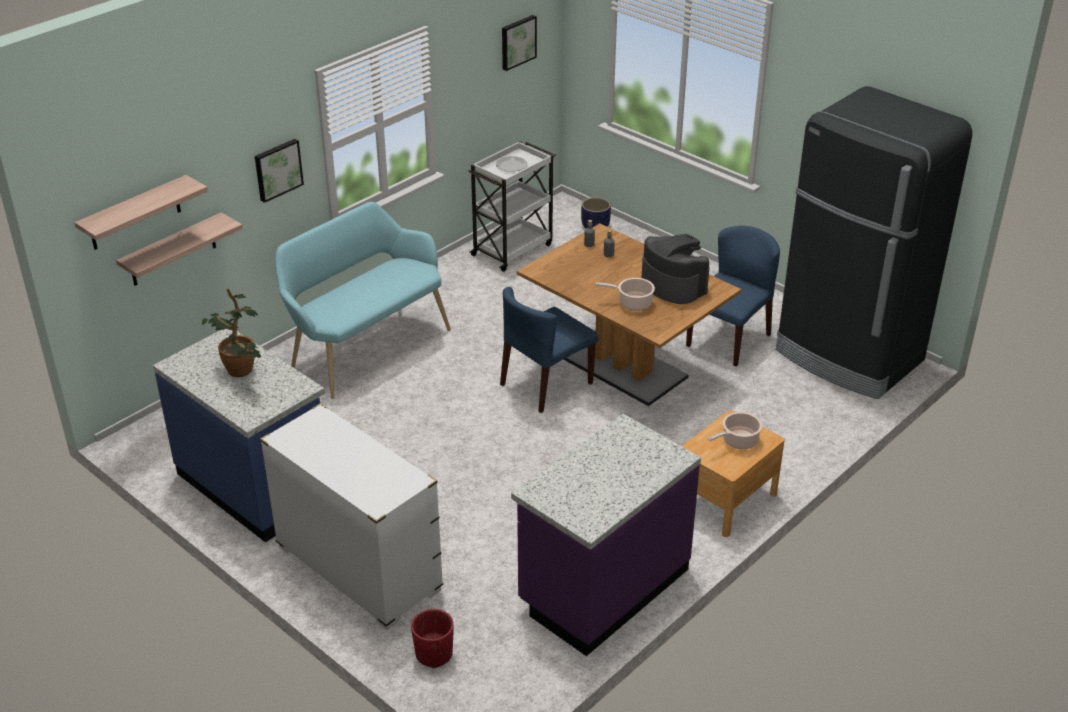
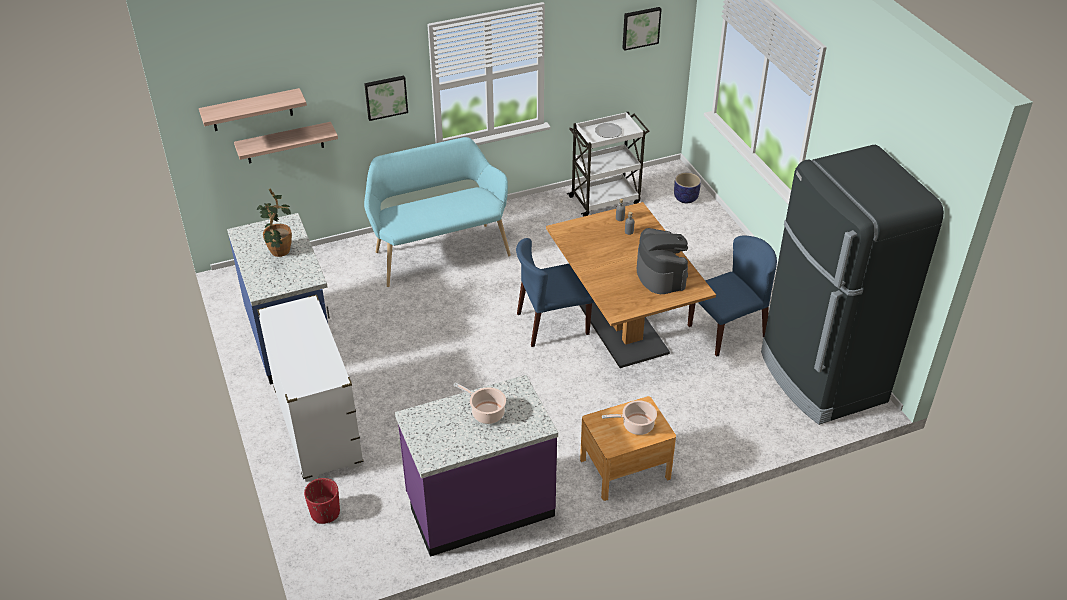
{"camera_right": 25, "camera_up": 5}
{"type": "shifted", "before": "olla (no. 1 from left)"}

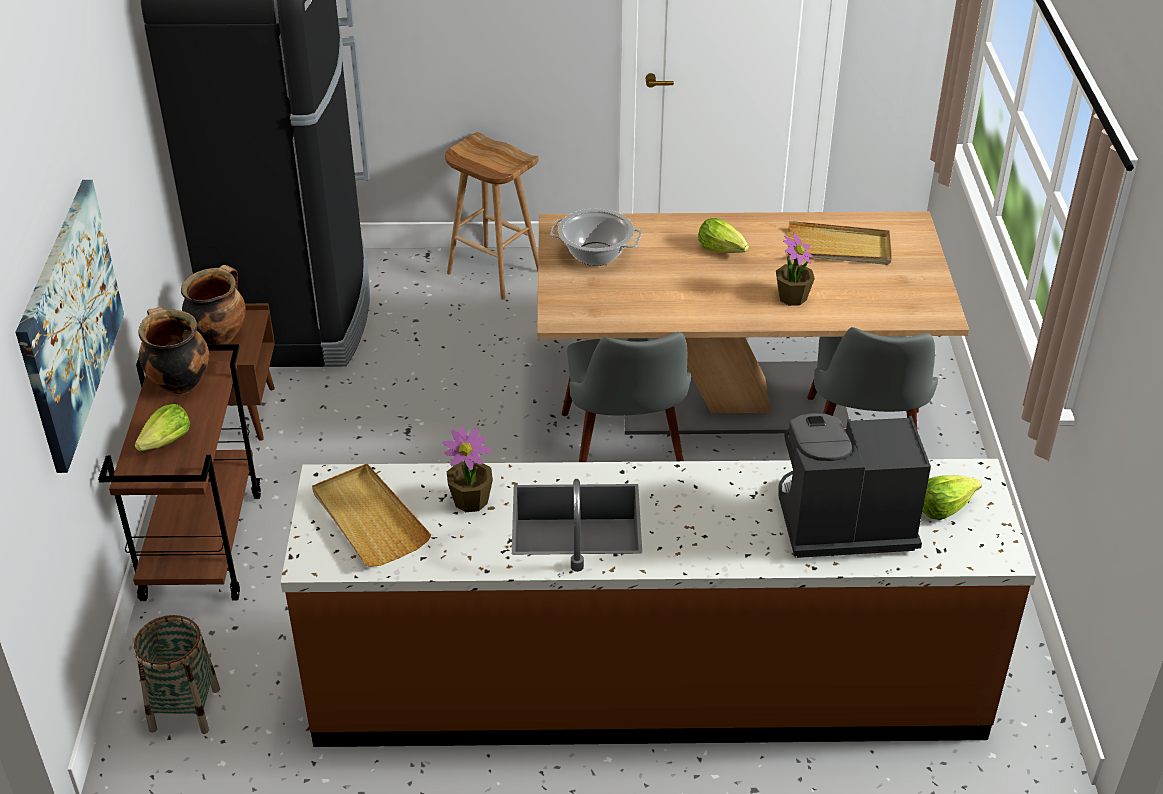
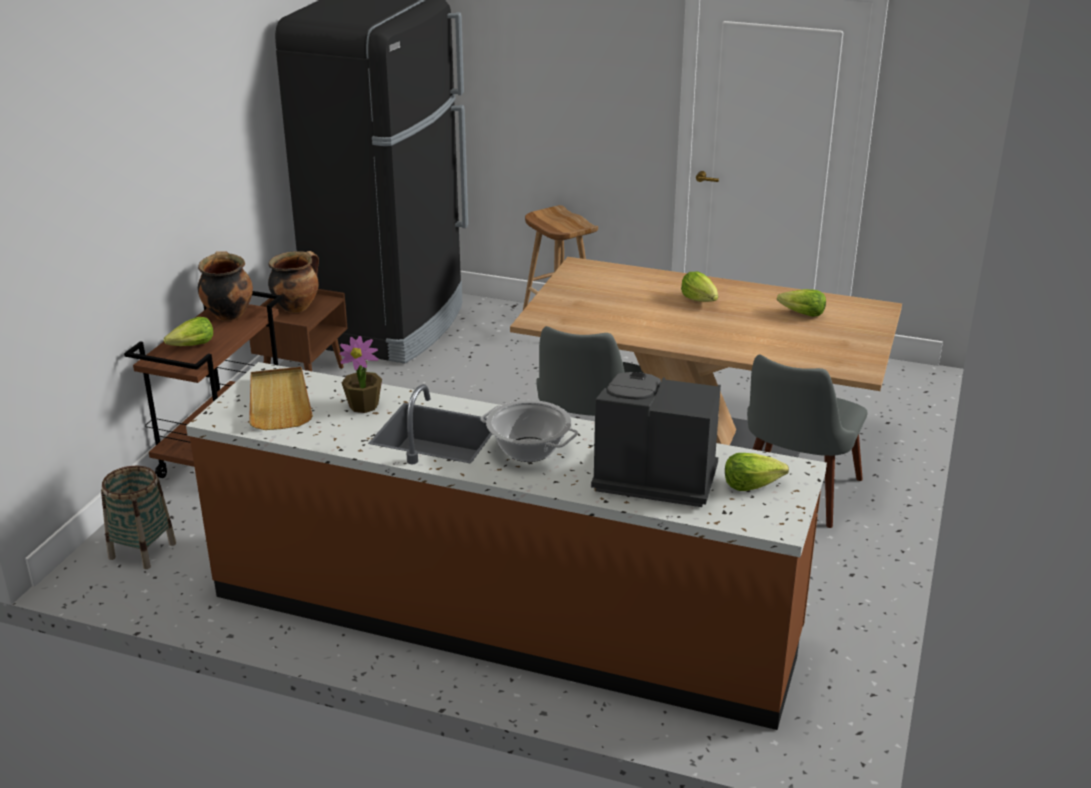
{"camera_right": 20, "camera_up": -10}
{"type": "shifted", "before": "olla (no. 3 from left)"}
{"type": "swapped", "before": "bandeja/beis (no. 2 from left)", "after": "lechuga (no. 4 from left)"}
{"type": "gone", "before": "cuadro"}
{"type": "gone", "before": "planta en maceta (no. 2 from left)"}

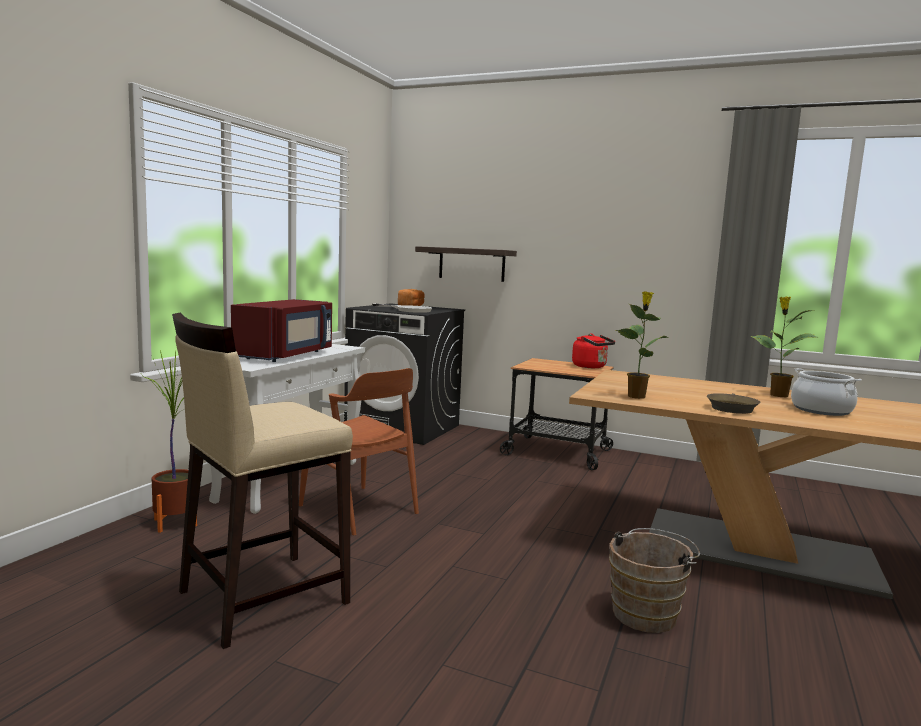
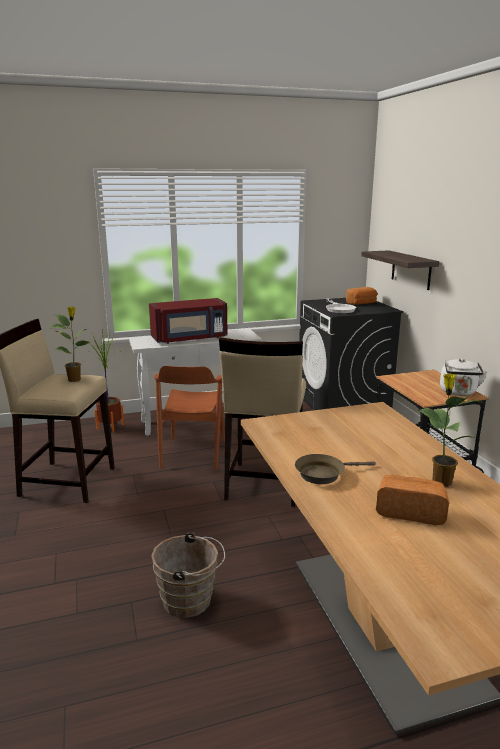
{"camera_right": 50, "camera_up": 10}
{"type": "shifted", "before": "planta en maceta (no. 2 from left in the first image)", "after": "planta en maceta (no. 1 from left)"}
{"type": "new", "after": "taburete/beis (no. 2 from left)"}
{"type": "swapped", "before": "olla", "after": "pan (no. 2 from left)"}
{"type": "repainted", "before": "hervidor/rojo", "after": "hervidor/blanco"}

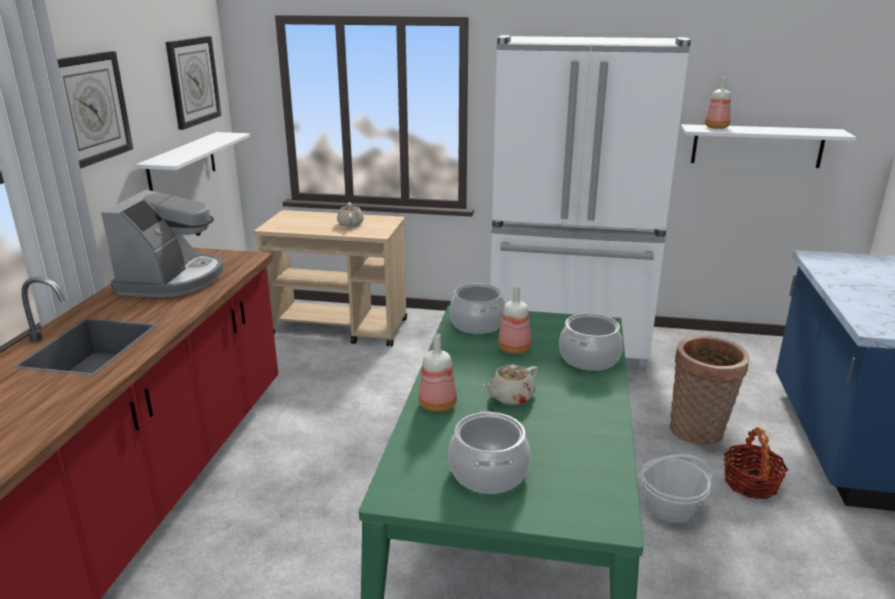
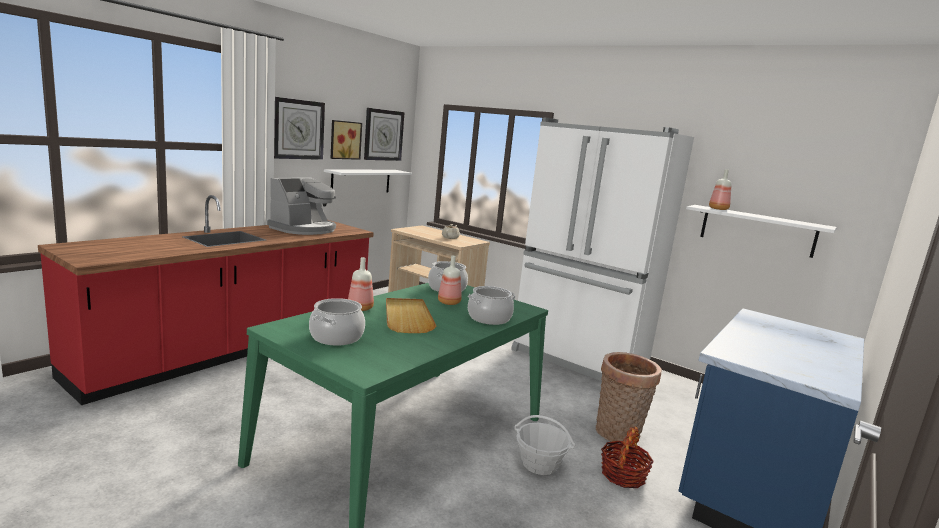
{"camera_right": 25, "camera_up": -10}
{"type": "new", "after": "cuadro"}
{"type": "swapped", "before": "tetera/beis (no. 2 from left)", "after": "bandeja/beis"}

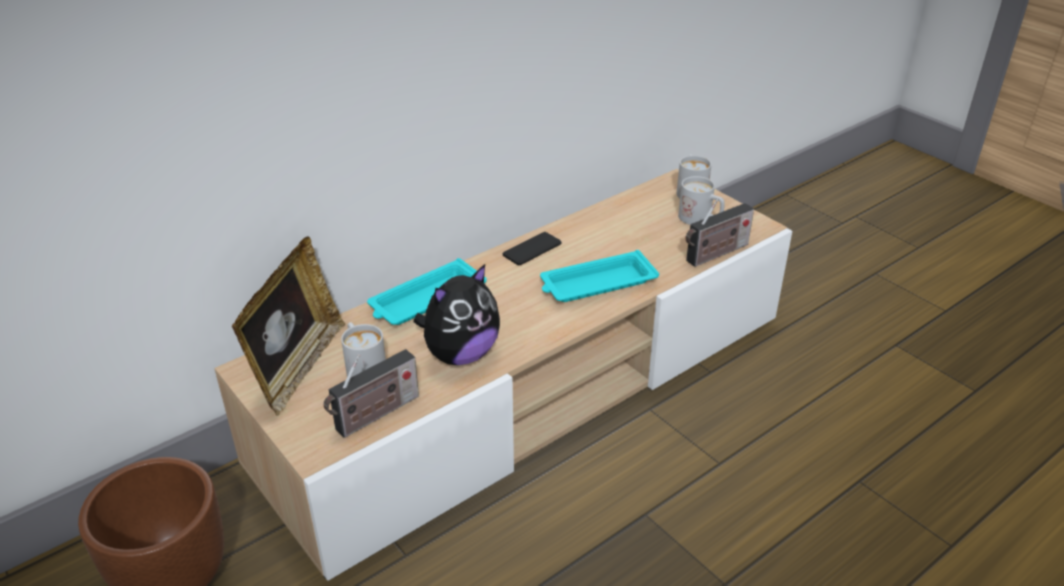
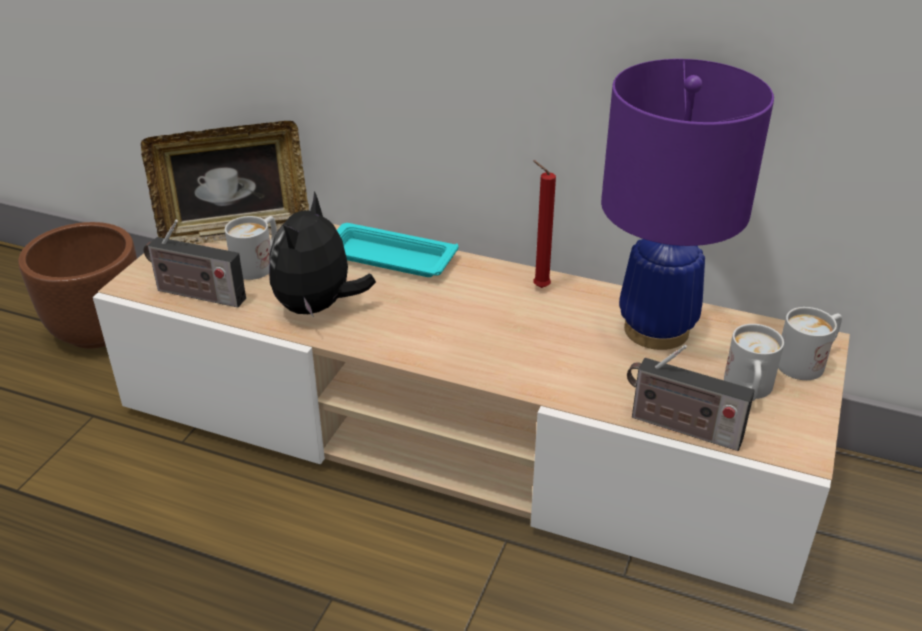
{"camera_right": 60, "camera_up": 0}
{"type": "rotated", "before": "peluche", "turn": 90}
{"type": "swapped", "before": "móvil", "after": "vela/rojo"}
{"type": "new", "after": "lámpara de mesa/morado"}
{"type": "gone", "before": "bandeja/turquesa (no. 2 from left)"}

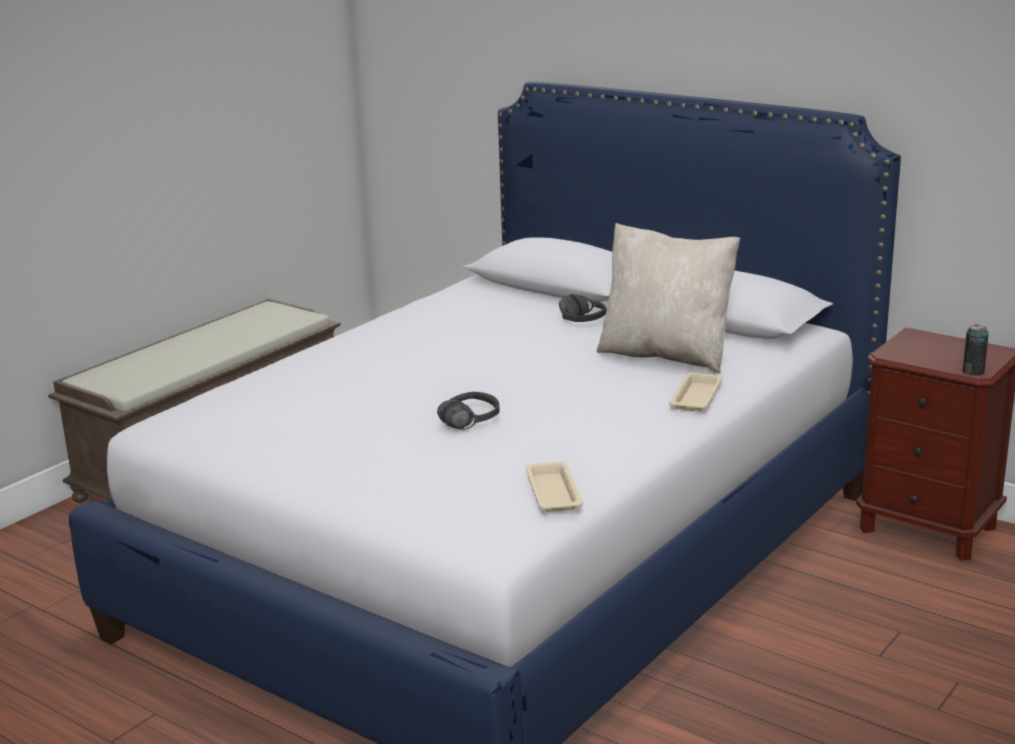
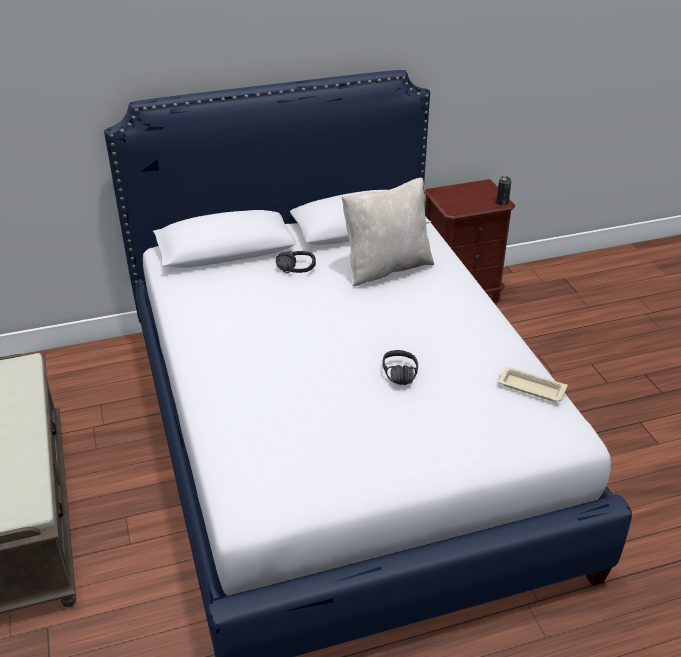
{"camera_right": -55, "camera_up": 15}
{"type": "gone", "before": "bandeja/beis (no. 2 from left)"}

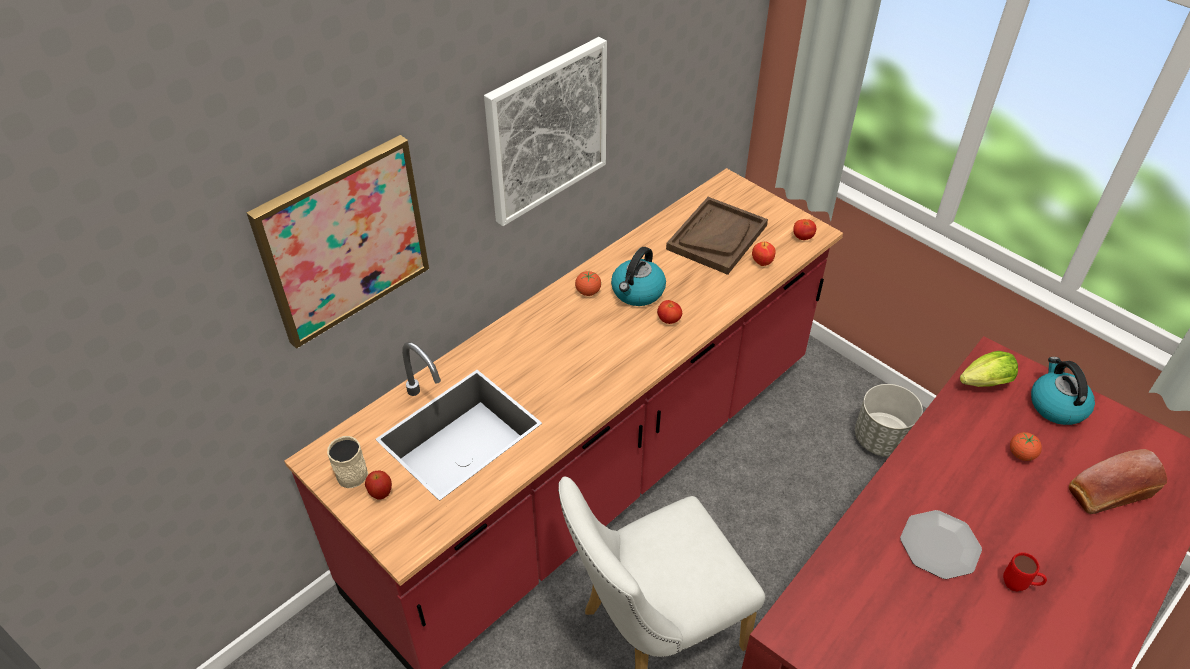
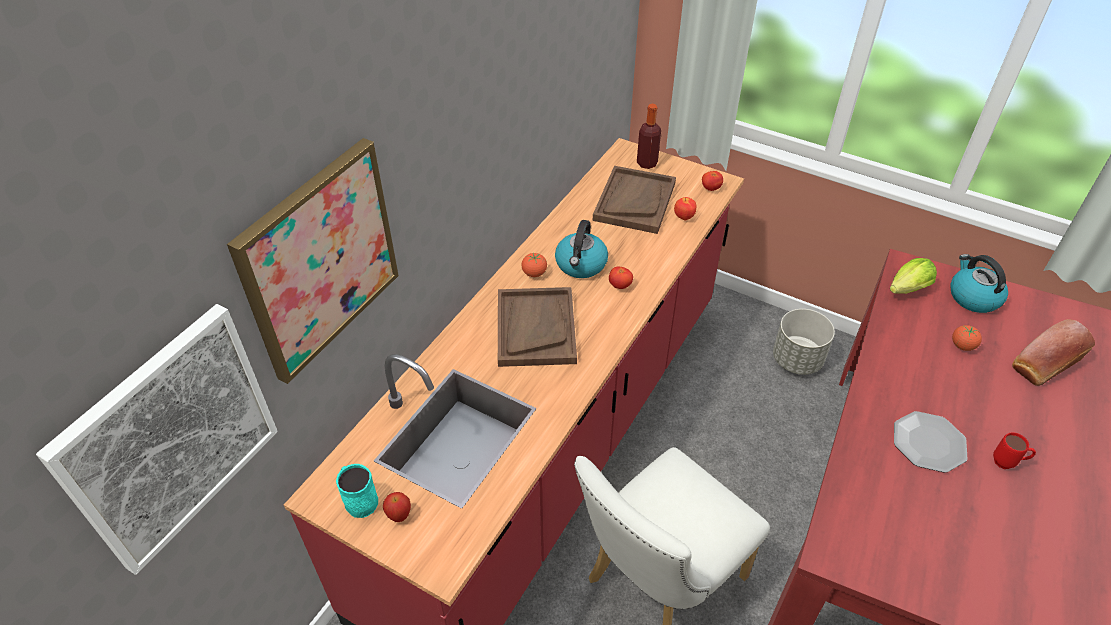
{"camera_right": -15, "camera_up": 0}
{"type": "shifted", "before": "cuadro (no. 2 from left in the first image)", "after": "cuadro (no. 1 from left)"}
{"type": "repainted", "before": "taza grande/beis", "after": "taza grande/turquesa"}
{"type": "new", "after": "bandeja/marrón (no. 1 from left)"}
{"type": "new", "after": "botella"}

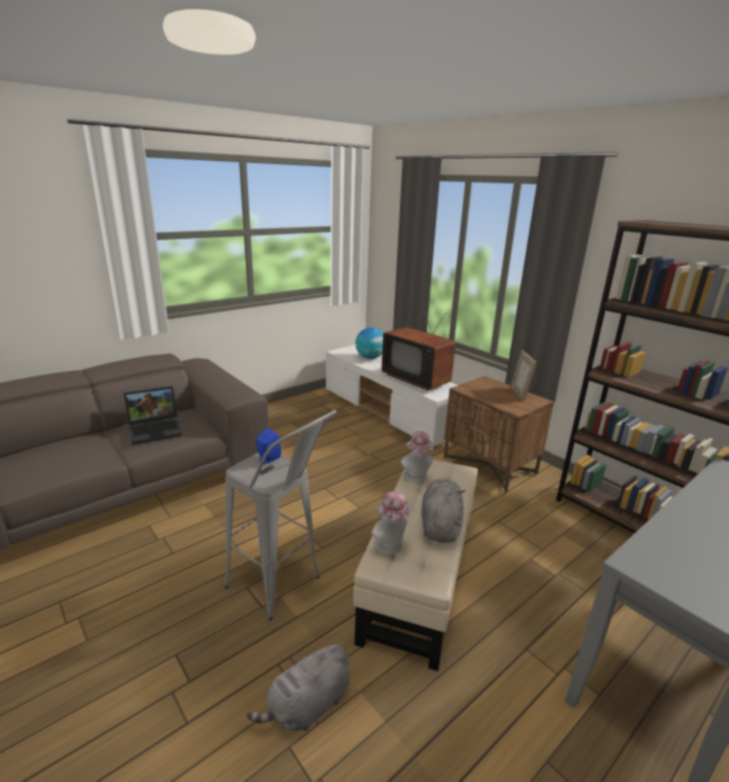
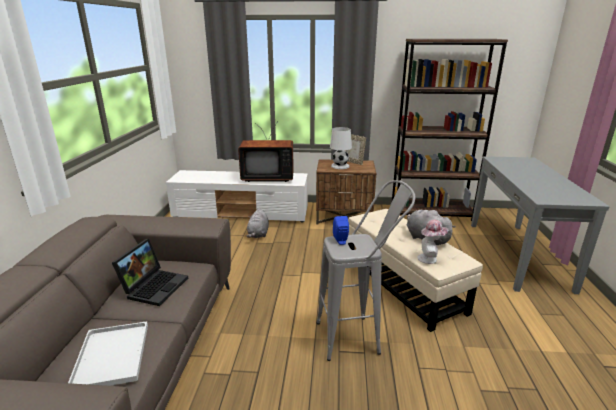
{"camera_right": -45, "camera_up": 0}
{"type": "new", "after": "bandeja/blanco"}
{"type": "shifted", "before": "peluche/gris (no. 1 from left)"}
{"type": "new", "after": "lámpara de mesa/blanco"}
{"type": "gone", "before": "globo terráqueo"}
{"type": "gone", "before": "sombrero (no. 2 from left)"}

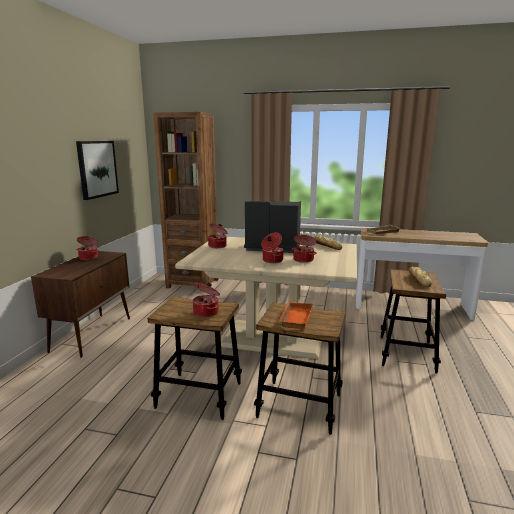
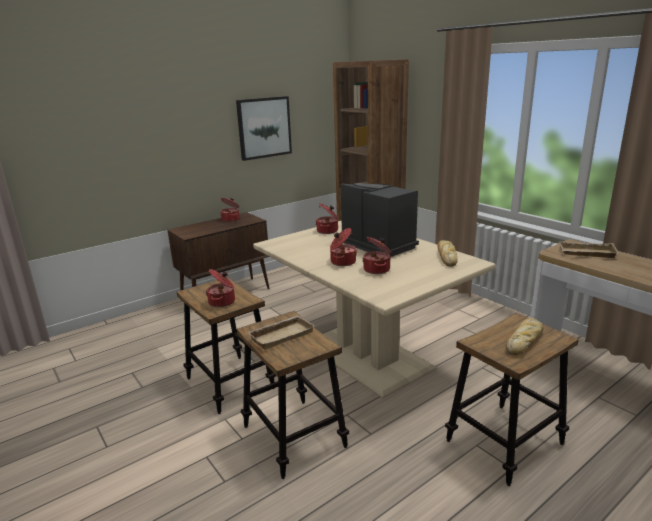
{"camera_right": 40, "camera_up": 5}
{"type": "repainted", "before": "bandeja/naranja", "after": "bandeja/beis (no. 1 from left)"}

